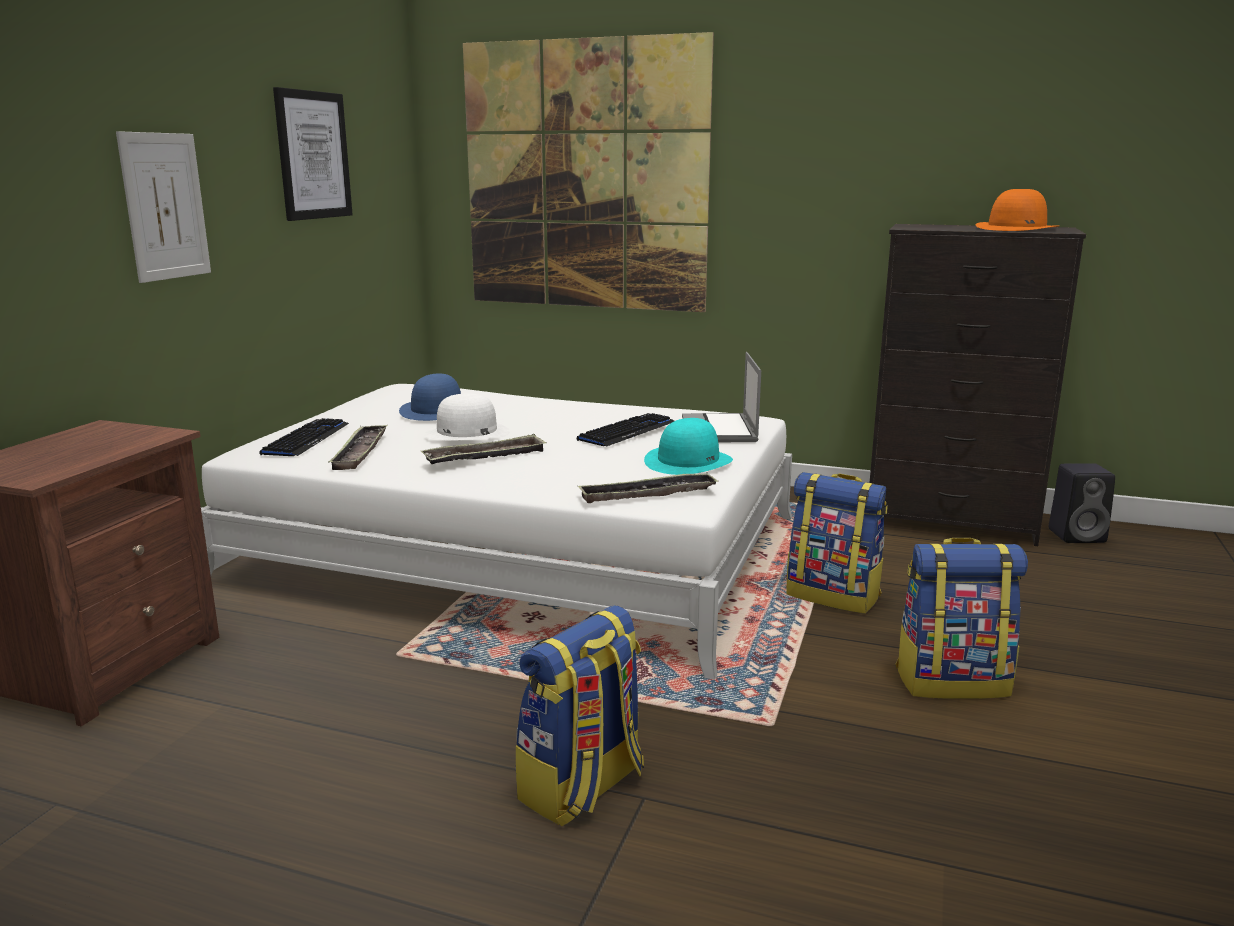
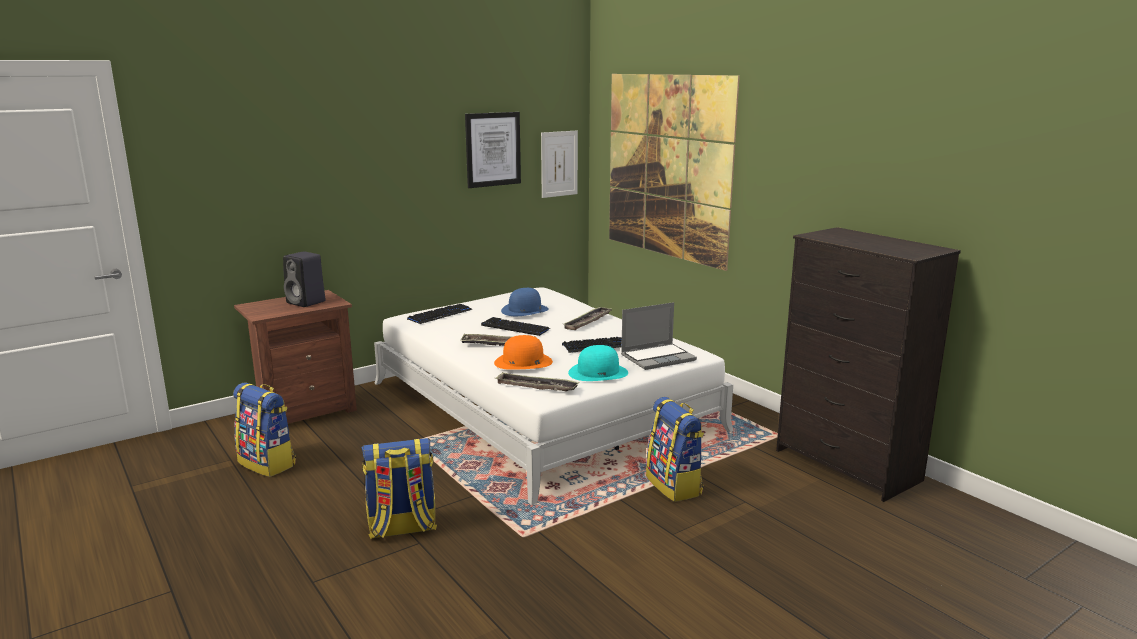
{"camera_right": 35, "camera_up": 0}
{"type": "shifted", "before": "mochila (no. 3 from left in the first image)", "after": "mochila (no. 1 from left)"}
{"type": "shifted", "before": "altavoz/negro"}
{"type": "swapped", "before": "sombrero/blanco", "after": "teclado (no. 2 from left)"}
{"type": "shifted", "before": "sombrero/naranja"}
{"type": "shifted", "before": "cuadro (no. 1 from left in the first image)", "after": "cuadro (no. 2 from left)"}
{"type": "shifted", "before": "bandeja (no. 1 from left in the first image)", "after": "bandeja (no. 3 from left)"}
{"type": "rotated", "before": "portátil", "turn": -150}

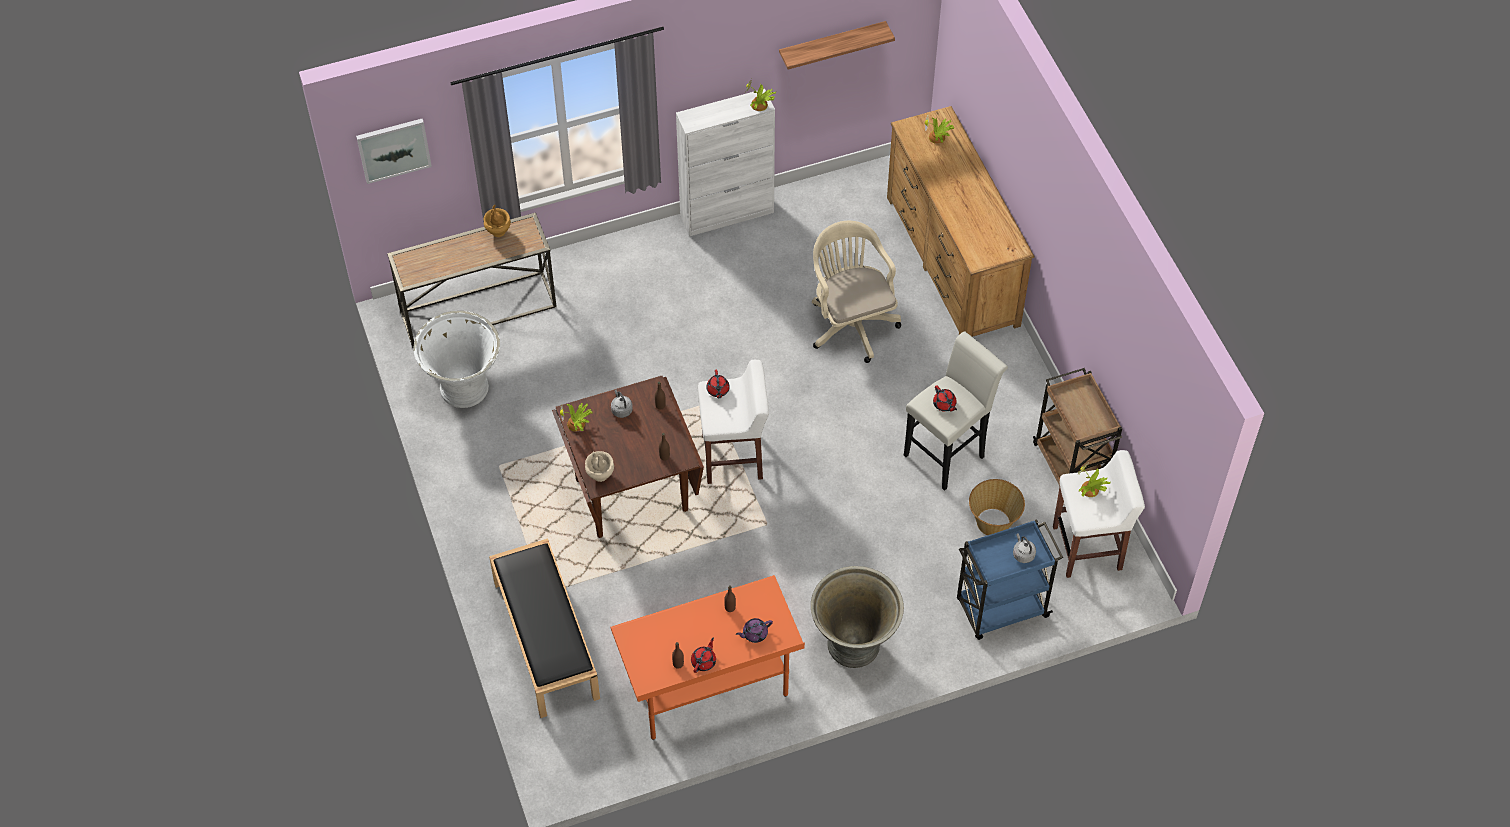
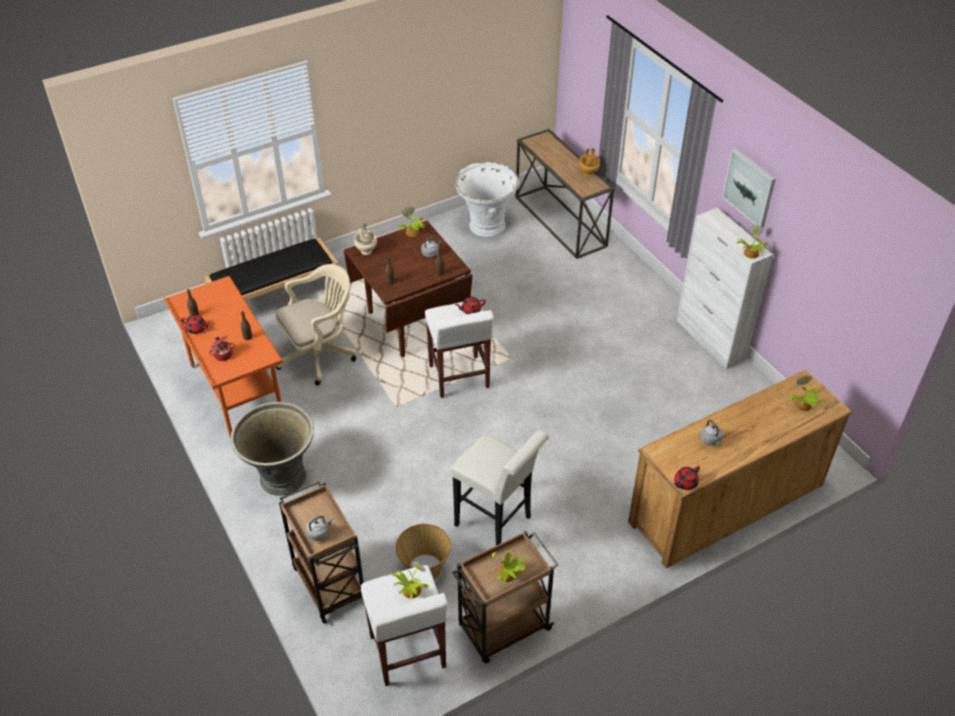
{"camera_right": 80, "camera_up": -10}
{"type": "swapped", "before": "tetera/morado", "after": "olla"}
{"type": "shifted", "before": "silla de oficina/beis"}
{"type": "repainted", "before": "carrito/azul", "after": "carrito/marrón (no. 1 from left)"}
{"type": "new", "after": "planta en maceta (no. 3 from left)"}
{"type": "shifted", "before": "tetera/rojo (no. 3 from left)"}
{"type": "new", "after": "hervidor/gris (no. 3 from left)"}
{"type": "shifted", "before": "cuadro"}
{"type": "gone", "before": "estante"}

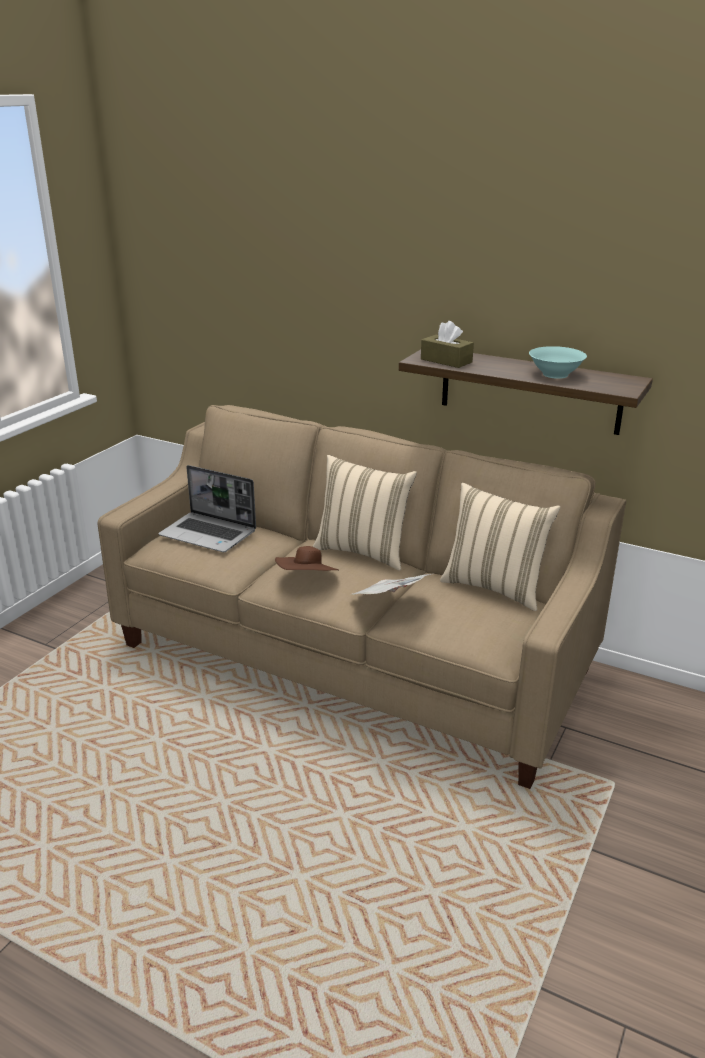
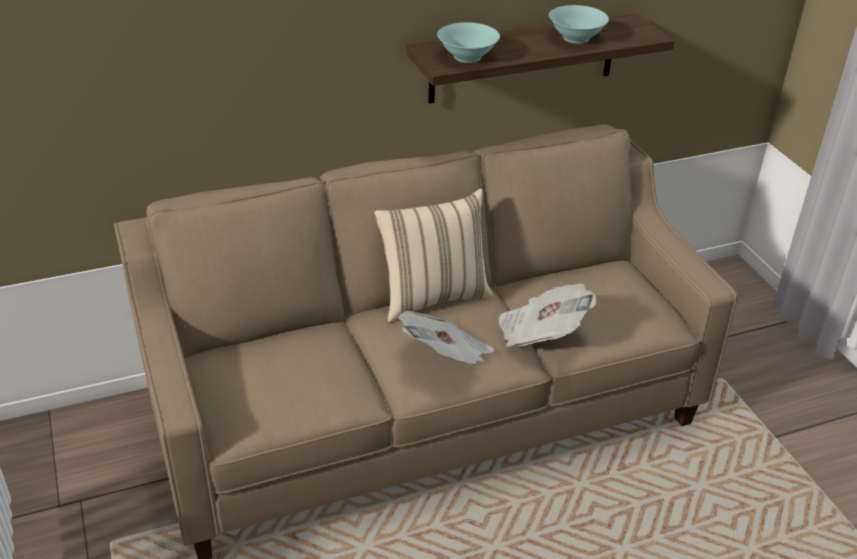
{"camera_right": -50, "camera_up": 10}
{"type": "swapped", "before": "sombrero/marrón", "after": "periódico (no. 1 from left)"}
{"type": "swapped", "before": "caja de pañuelos/marrón", "after": "cuenco/turquesa (no. 1 from left)"}
{"type": "gone", "before": "portátil"}
{"type": "gone", "before": "cojín/beis (no. 2 from left)"}

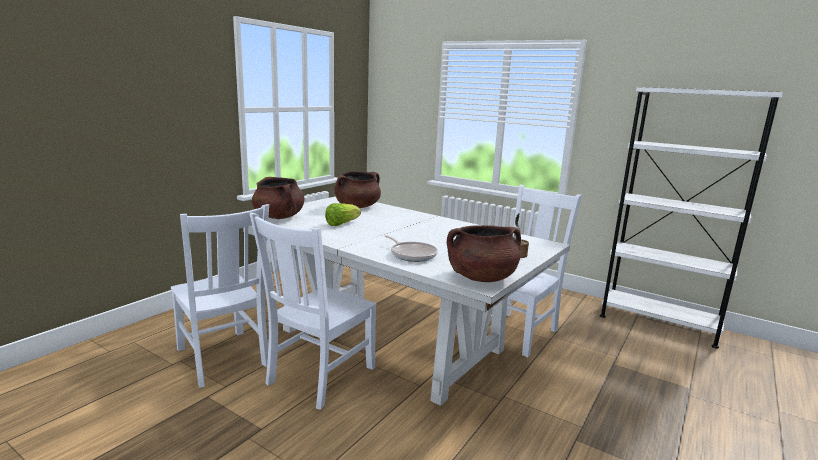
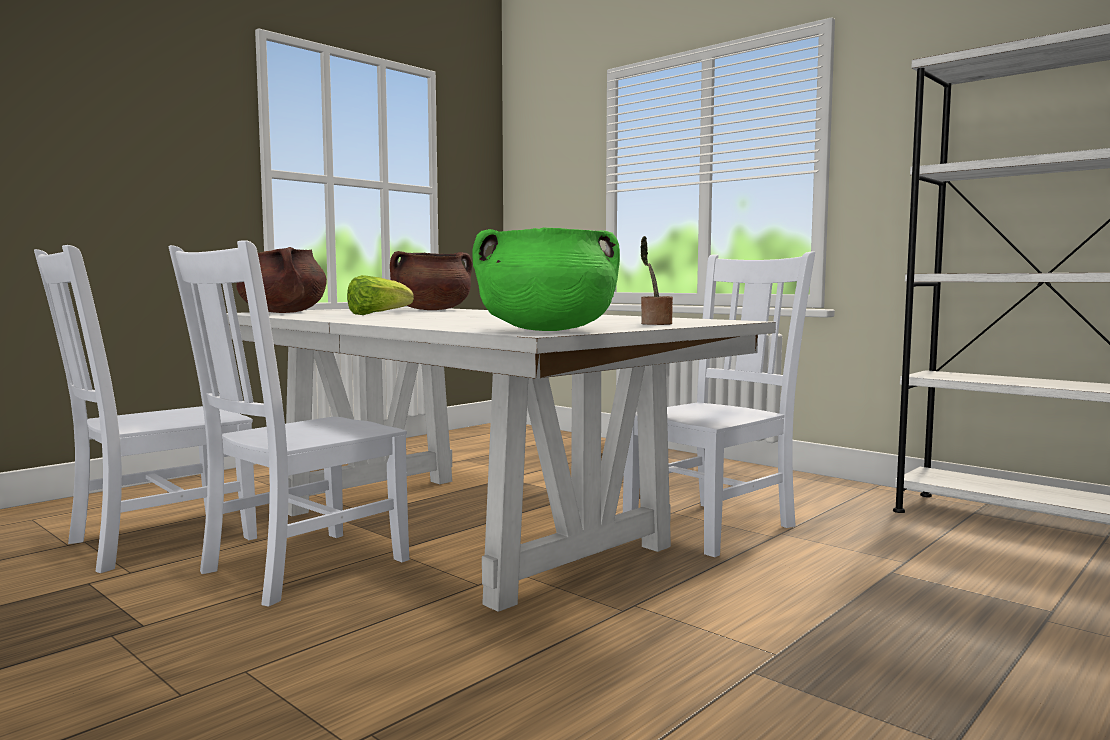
{"camera_right": 10, "camera_up": -10}
{"type": "rotated", "before": "silla/blanco (no. 1 from left)", "turn": 75}
{"type": "repainted", "before": "olla/marrón (no. 3 from left)", "after": "olla/verde"}
{"type": "gone", "before": "sartén"}

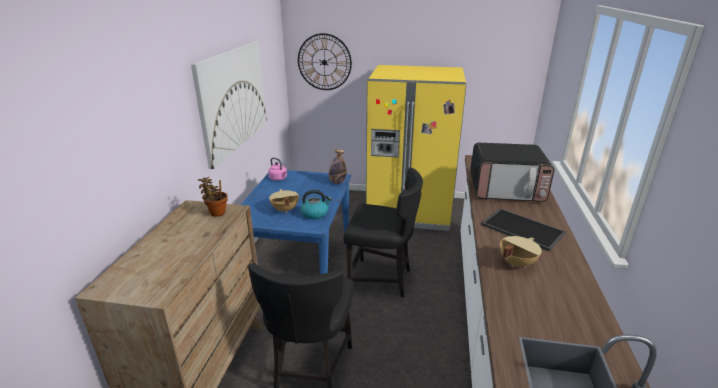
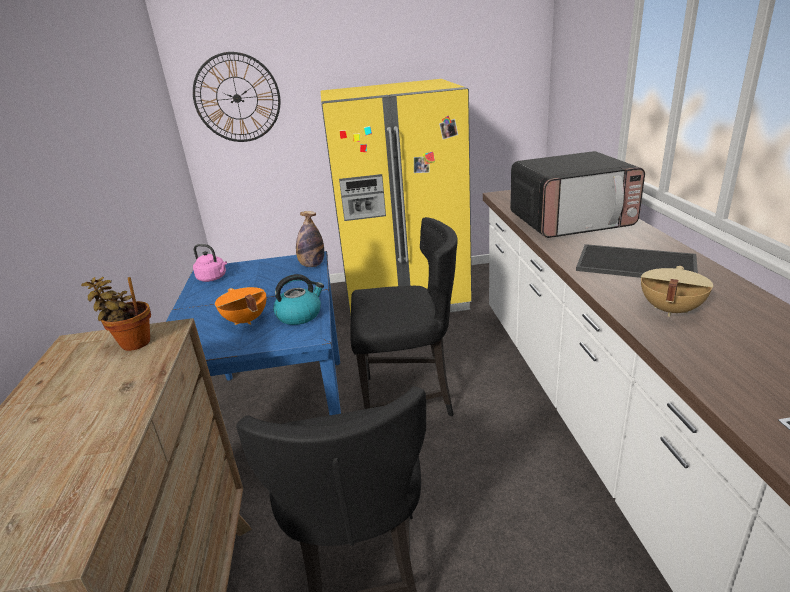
{"camera_right": -15, "camera_up": 0}
{"type": "repainted", "before": "olla/beis (no. 1 from left)", "after": "olla/naranja"}
{"type": "gone", "before": "cuadro"}

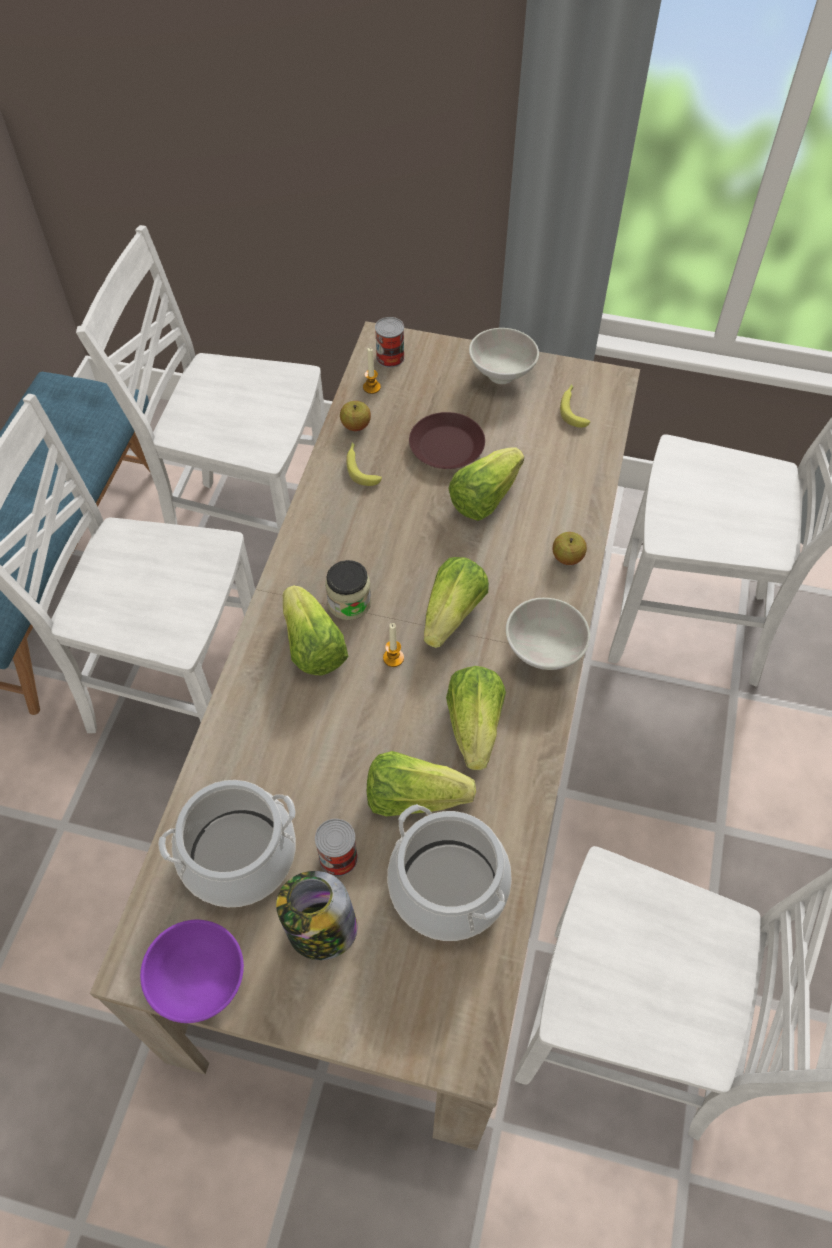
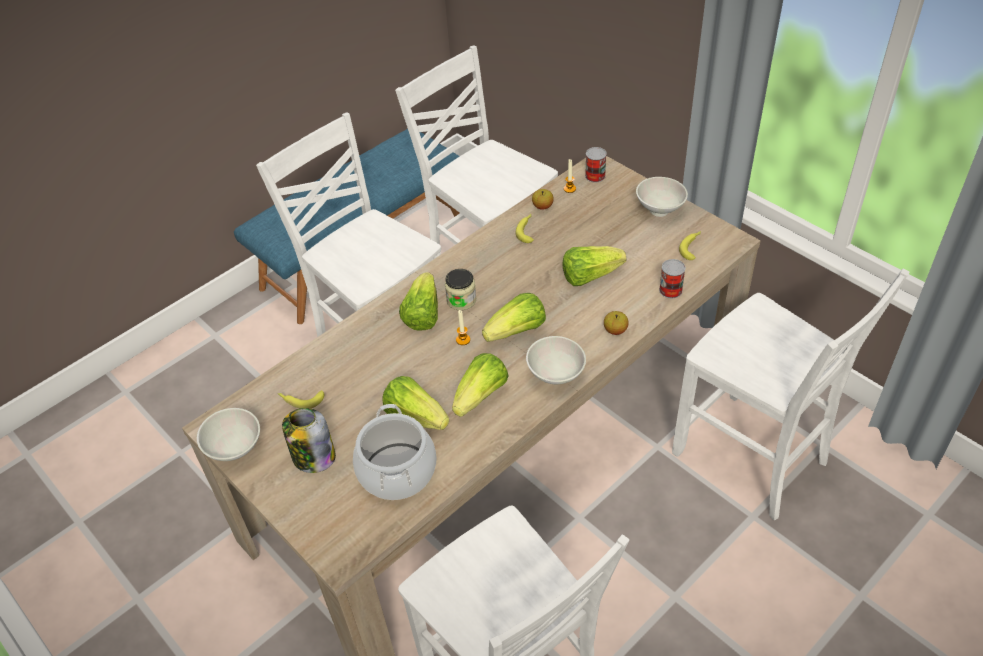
{"camera_right": 35, "camera_up": -10}
{"type": "repainted", "before": "cuenco/morado", "after": "cuenco/blanco (no. 1 from left)"}
{"type": "swapped", "before": "olla (no. 1 from left)", "after": "plátano (no. 1 from left)"}
{"type": "shifted", "before": "lata (no. 1 from left in the first image)", "after": "lata (no. 2 from left)"}
{"type": "gone", "before": "plato/marrón"}

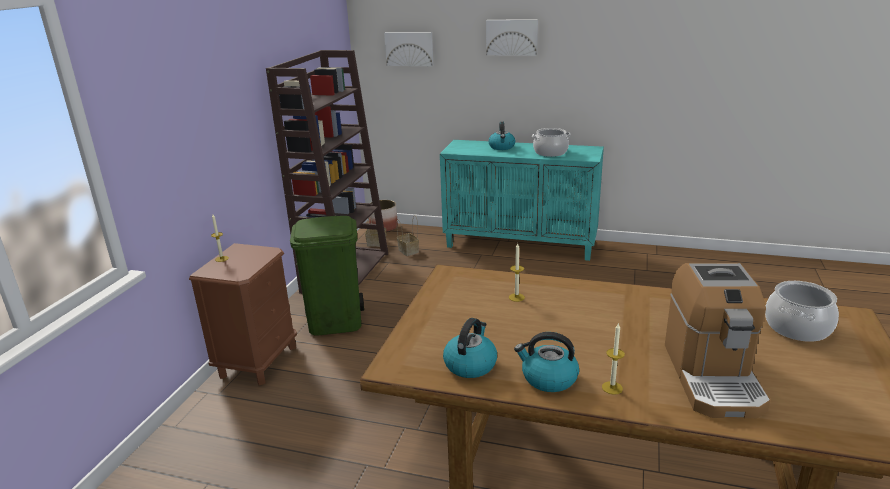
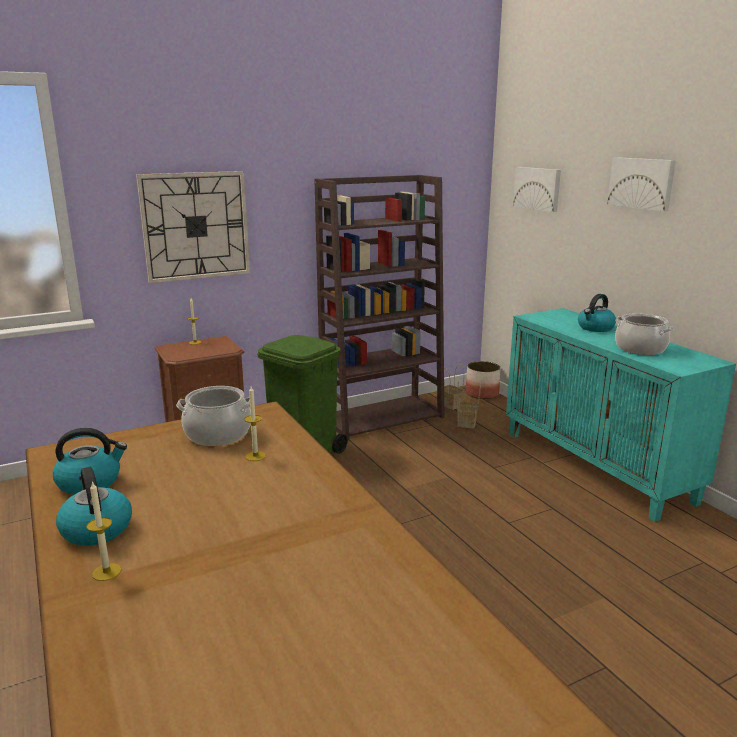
{"camera_right": 45, "camera_up": -5}
{"type": "new", "after": "reloj de pared"}
{"type": "shifted", "before": "olla (no. 2 from left in the first image)", "after": "olla (no. 1 from left)"}
{"type": "gone", "before": "cafetera"}

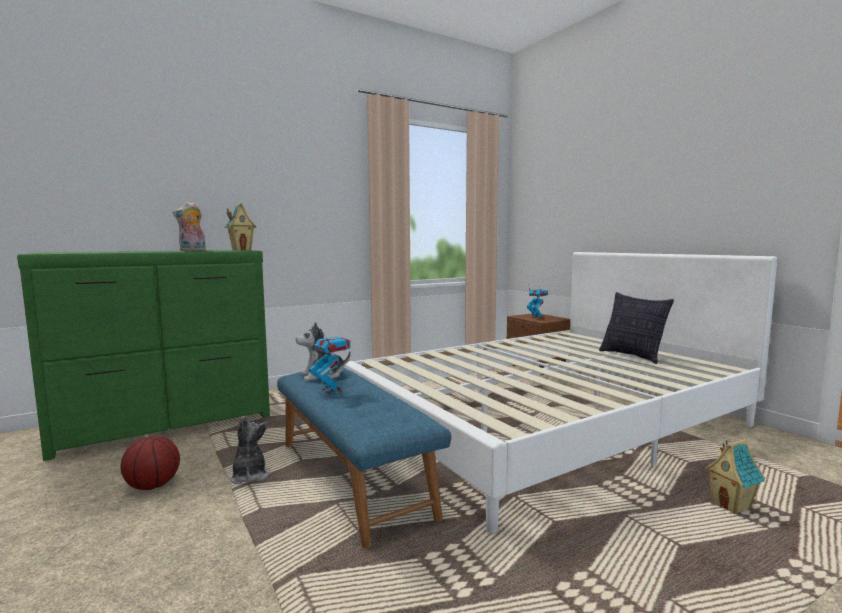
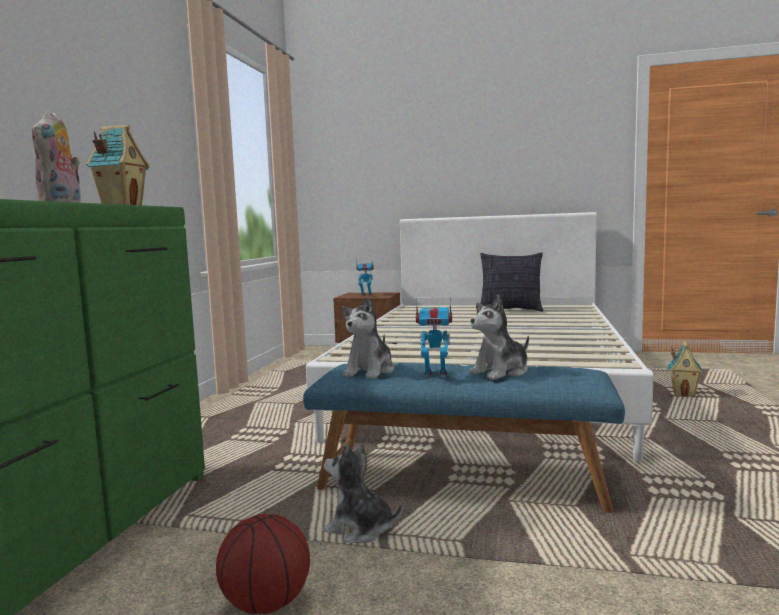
{"camera_right": -45, "camera_up": 0}
{"type": "new", "after": "peluche (no. 4 from left)"}

